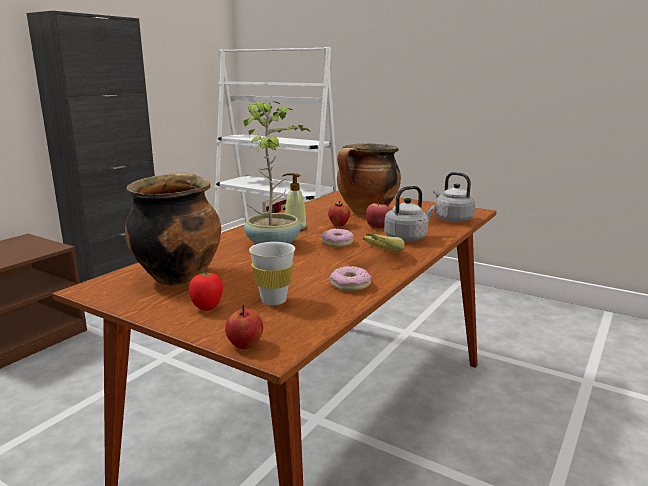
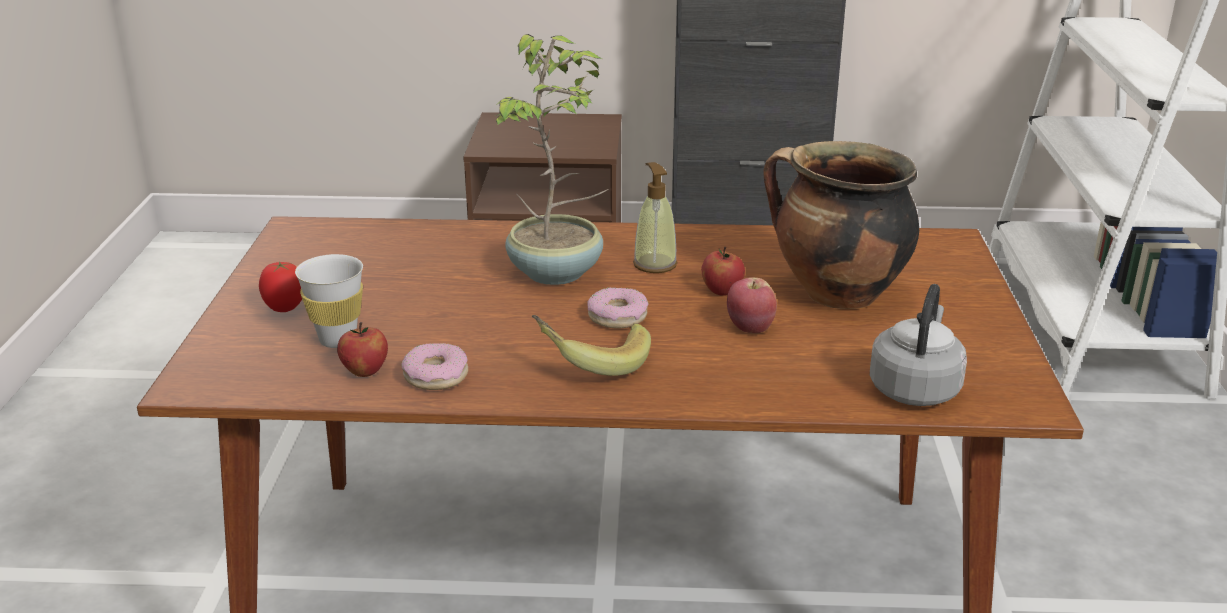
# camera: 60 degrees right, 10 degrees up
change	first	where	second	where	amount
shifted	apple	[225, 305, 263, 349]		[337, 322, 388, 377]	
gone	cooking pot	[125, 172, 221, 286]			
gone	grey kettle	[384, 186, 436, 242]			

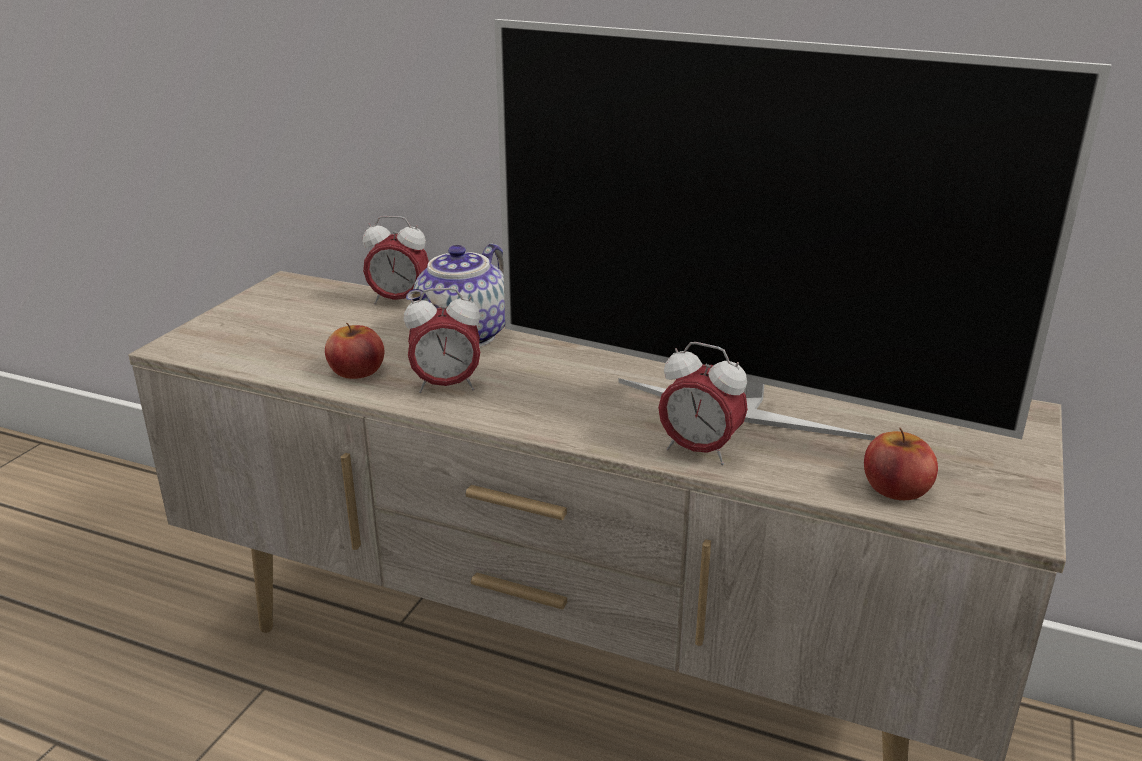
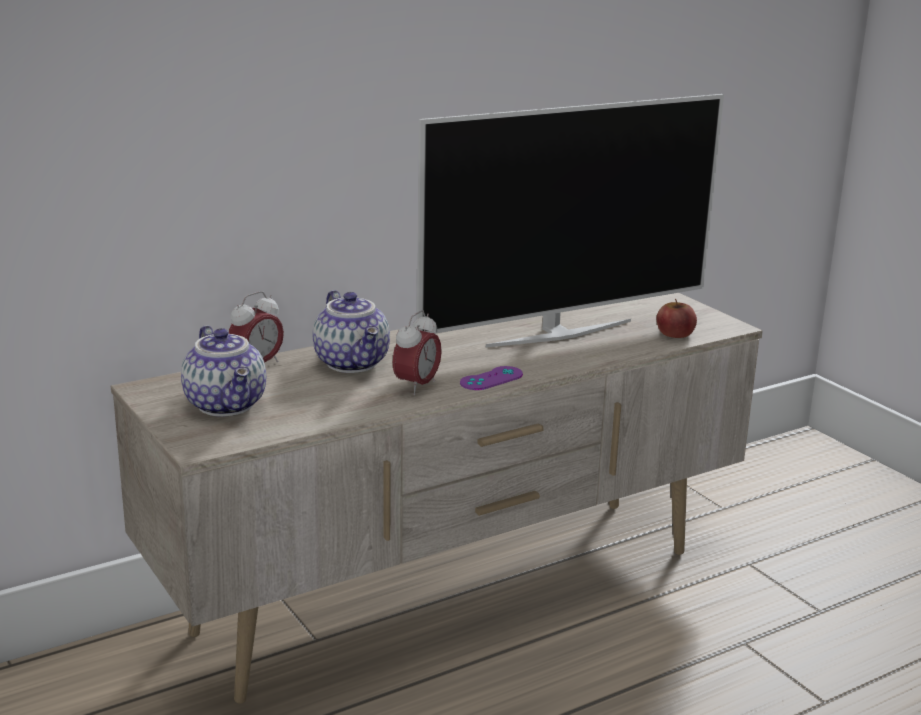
# camera: 55 degrees left, 5 degrees down
change	first	where	second	where	amount
new			teapot	[181, 325, 266, 417]	
new			purple game controller	[460, 366, 523, 390]	
gone	apple	[325, 322, 384, 379]			
gone	alarm clock	[658, 342, 748, 465]			

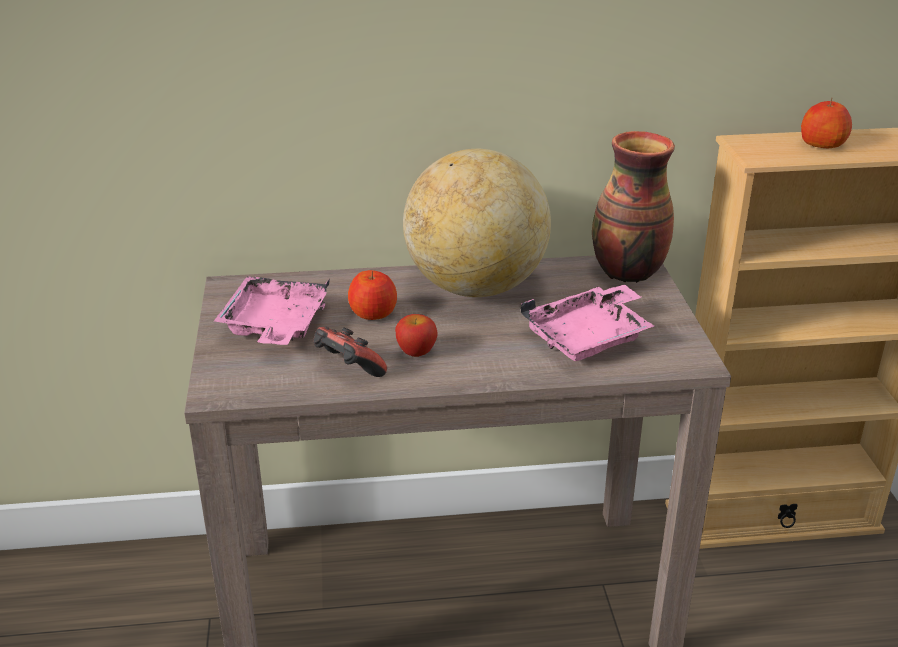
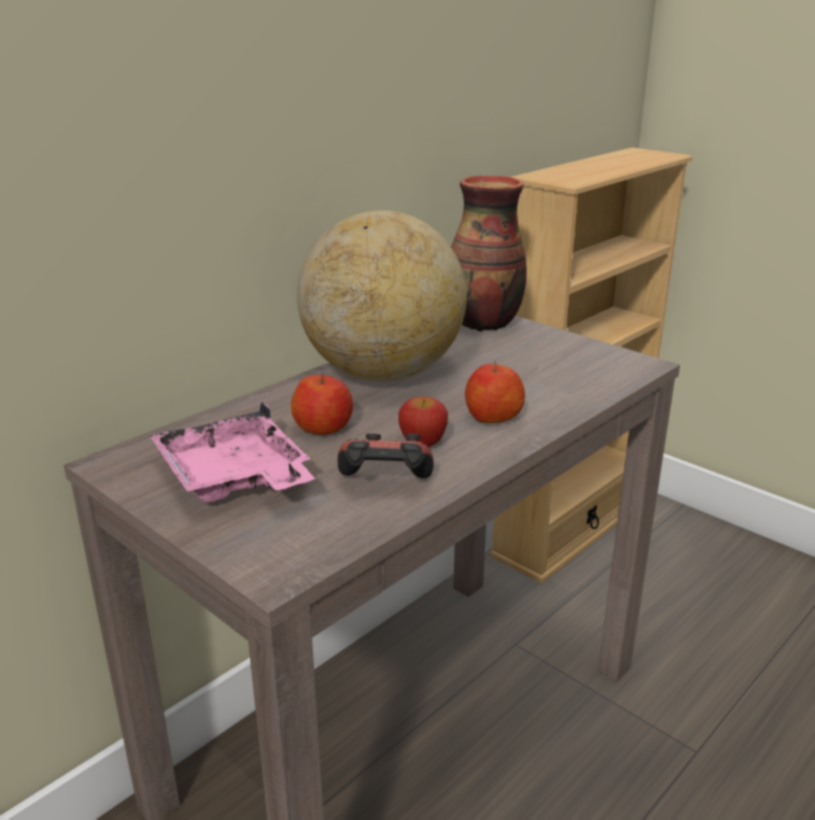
# camera: 40 degrees left, 5 degrees down
change	first	where	second	where	amount
shifted	apple	[801, 97, 852, 148]		[465, 361, 525, 423]	
gone	pink tray	[521, 284, 654, 361]			

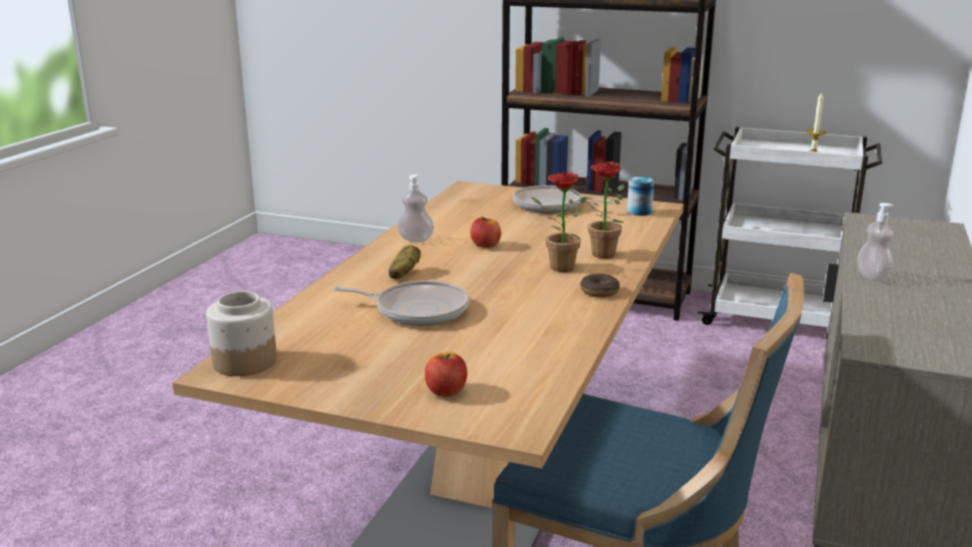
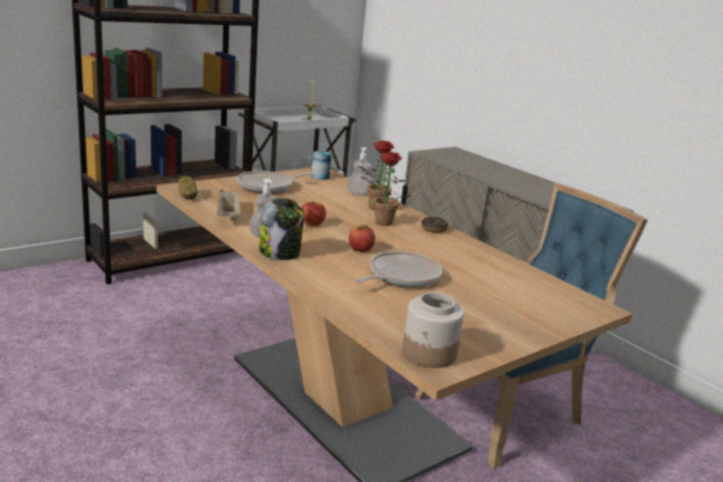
# camera: 60 degrees left, 0 degrees up
change	first	where	second	where	amount
shifted	potato	[389, 246, 421, 279]		[178, 176, 197, 200]	
new			beige tray	[217, 189, 241, 217]	
new			jar	[259, 198, 304, 260]	
shifted	soap dispenser	[857, 203, 894, 281]		[347, 147, 373, 196]	
shifted	apple	[425, 352, 467, 397]		[349, 225, 375, 252]	

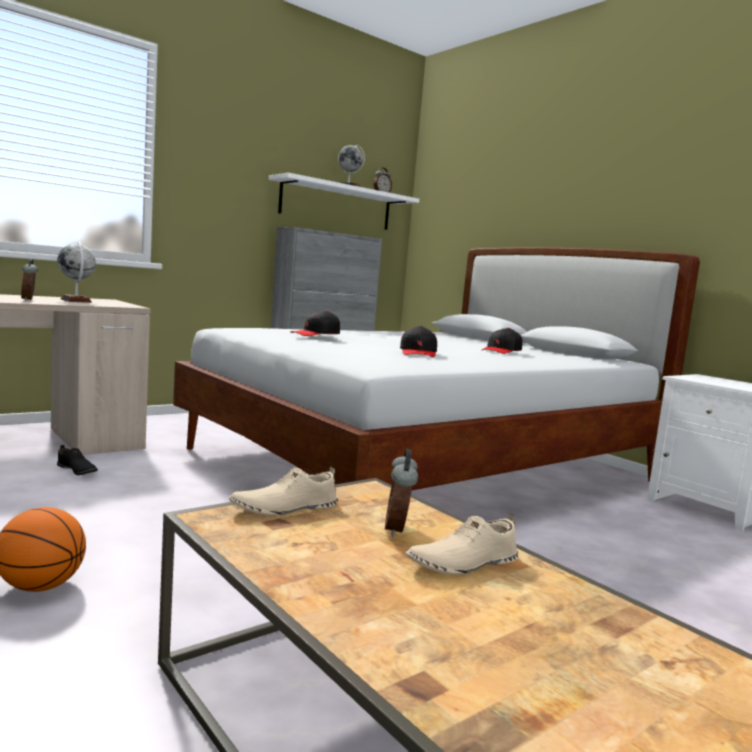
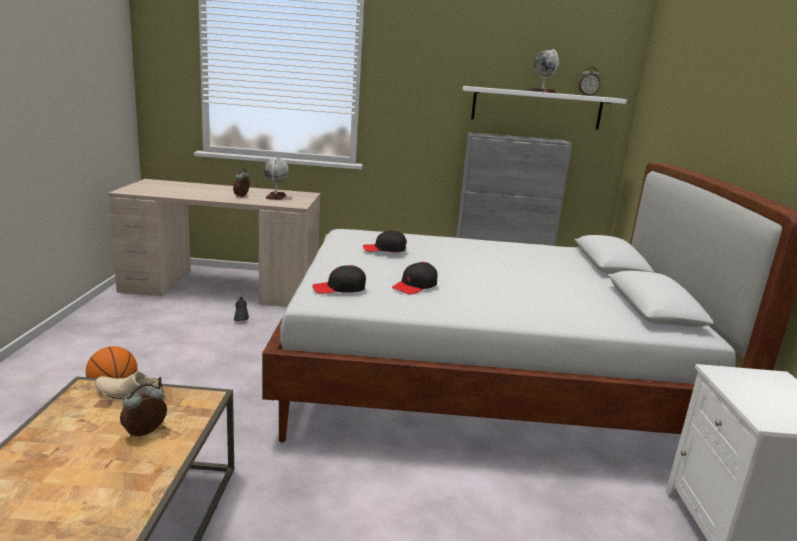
# camera: 40 degrees right, 10 degrees up
change	first	where	second	where	amount
shifted	black cap	[482, 328, 523, 354]		[313, 265, 366, 294]	
gone	beige shoe	[405, 513, 518, 575]			

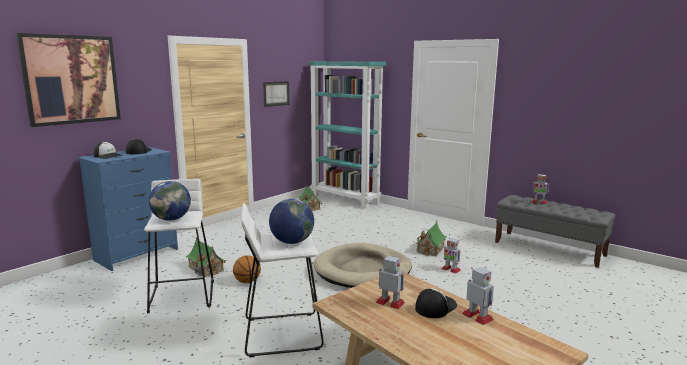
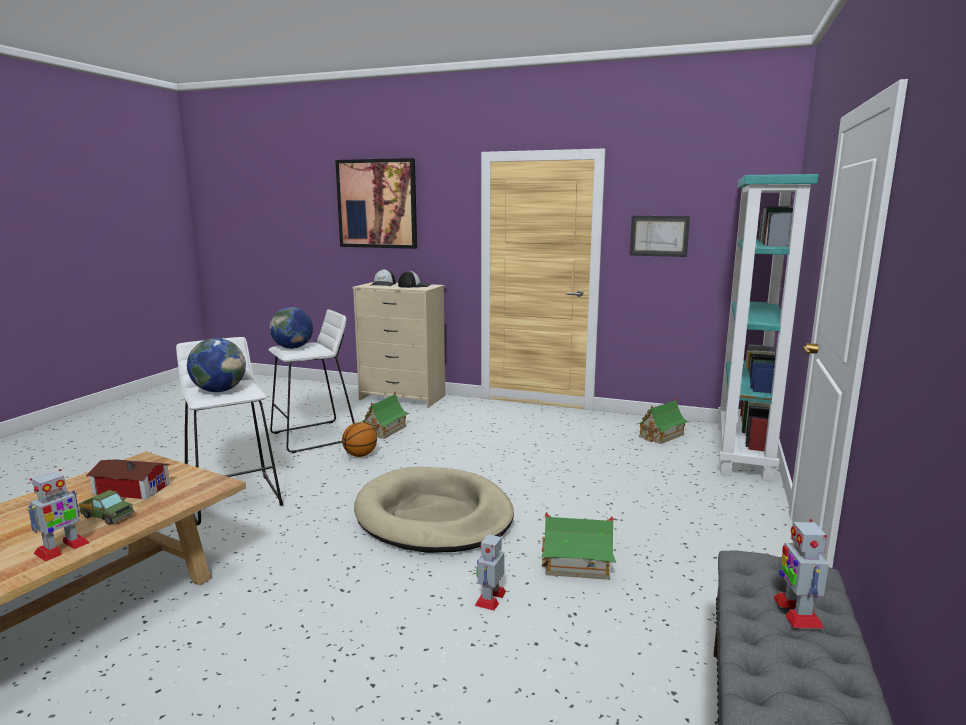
# camera: 70 degrees right, 0 degrees up
change	first	where	second	where	amount
swapped	cap	[415, 288, 457, 318]	toy truck	[78, 490, 134, 525]	
swapped	toy robot	[376, 256, 405, 309]	toy house	[86, 459, 170, 500]	
repainted	blue dresser	[78, 147, 178, 271]	beige dresser	[352, 282, 445, 408]	

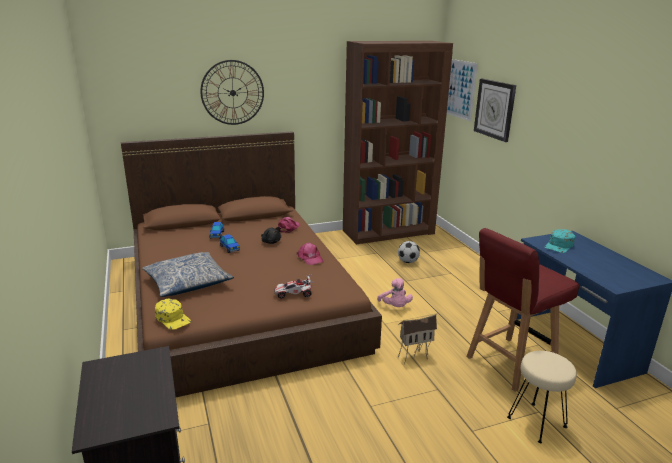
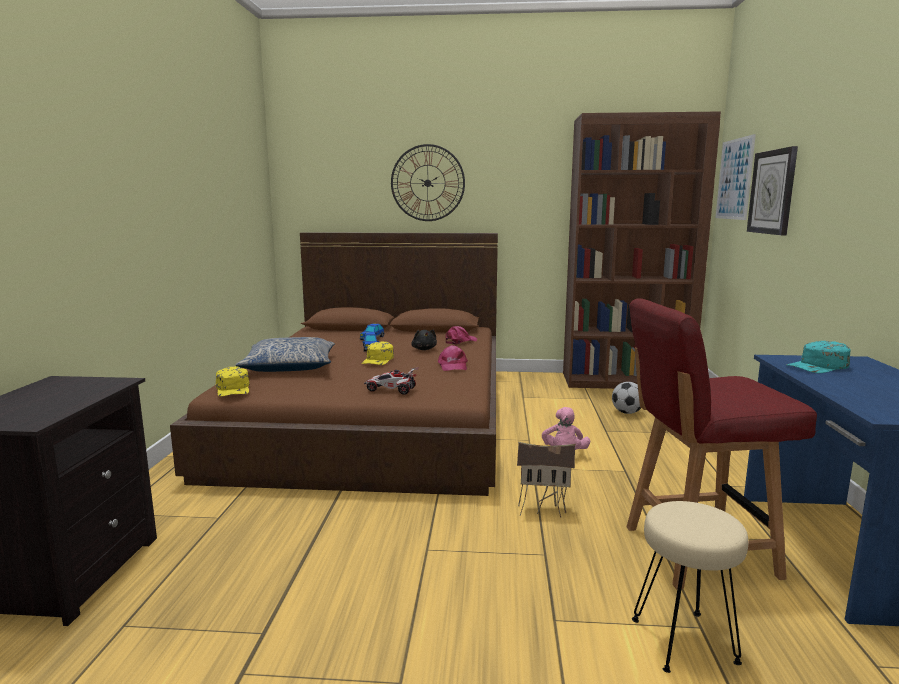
# camera: 25 degrees right, 10 degrees down
change	first	where	second	where	amount
new			yellow cap	[362, 341, 394, 365]	

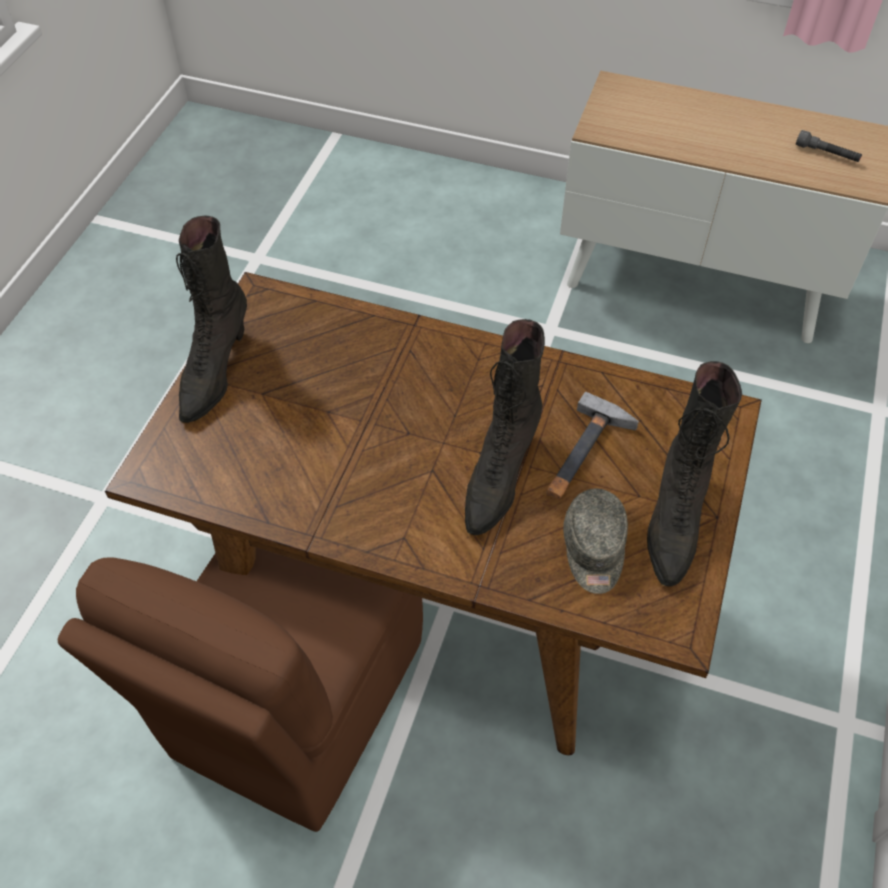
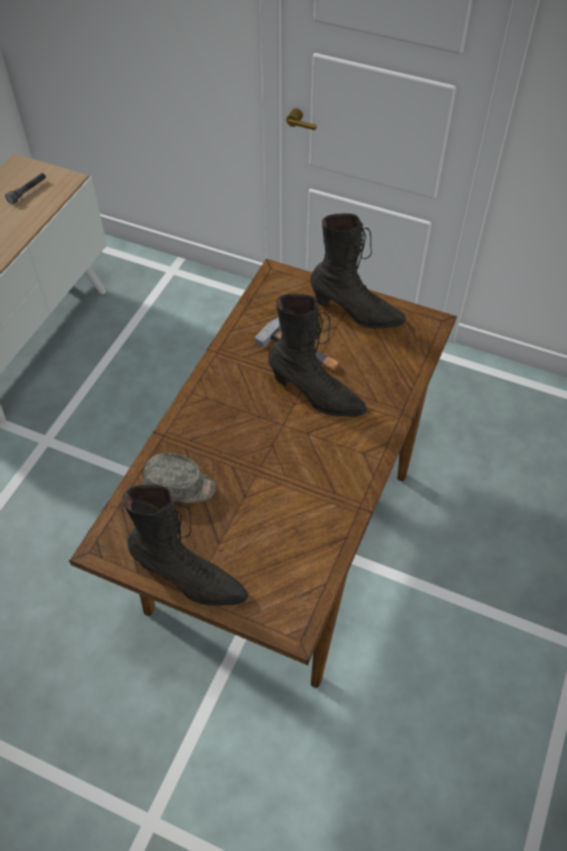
# camera: 85 degrees left, 0 degrees up
change	first	where	second	where	amount
shifted	grey cap	[563, 488, 628, 594]		[144, 453, 216, 503]	
gone	brown chair	[58, 548, 423, 832]			

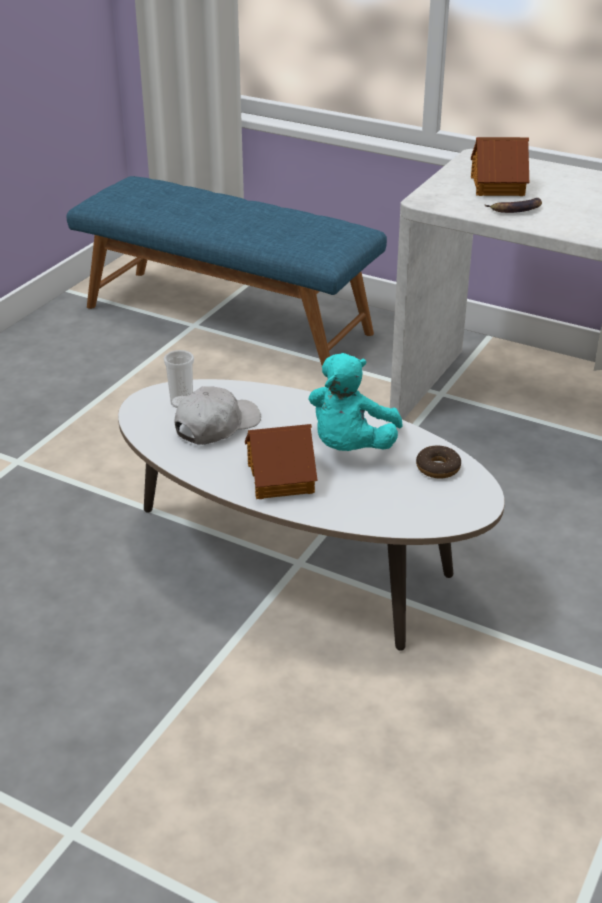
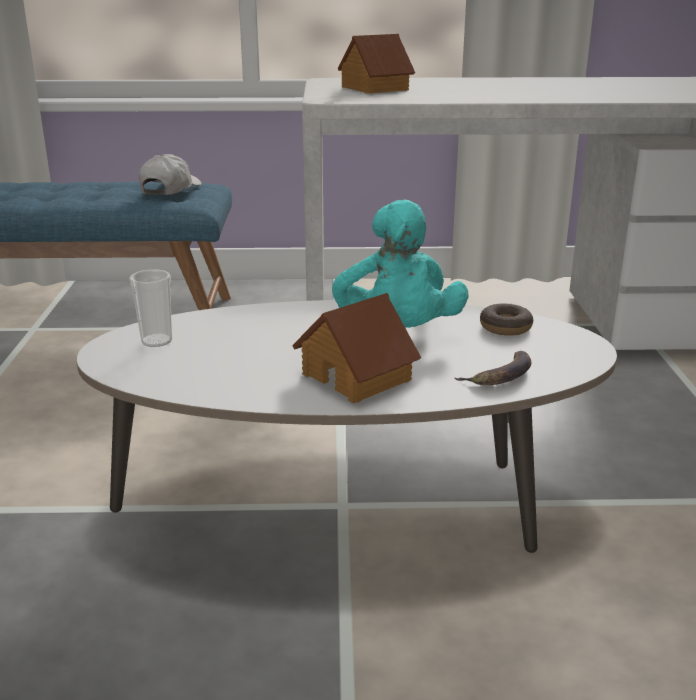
# camera: 30 degrees left, 10 degrees down
change	first	where	second	where	amount
shifted	white cap	[174, 386, 261, 445]		[139, 154, 202, 195]	
shifted	banana	[484, 198, 542, 213]		[455, 351, 531, 385]	

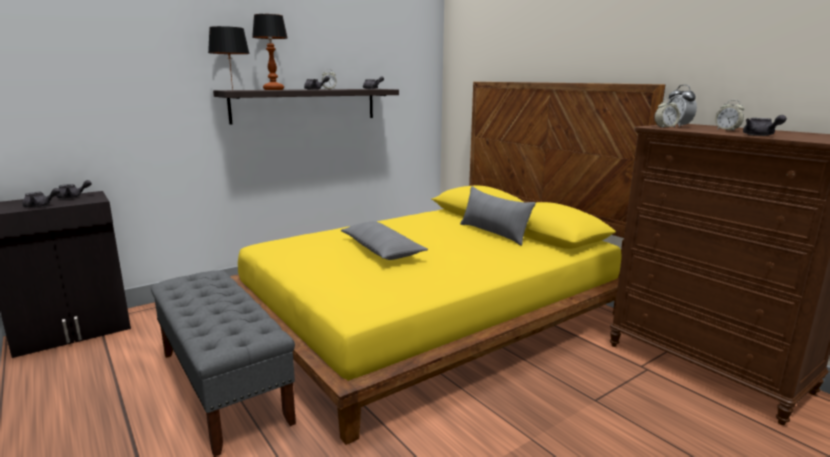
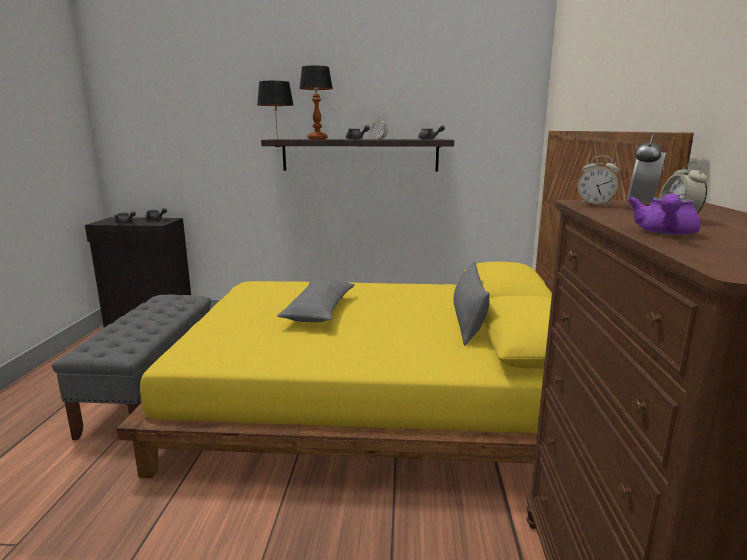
# camera: 40 degrees right, 0 degrees up
change	first	where	second	where	amount
repainted	grey teapot	[743, 115, 787, 136]	purple teapot	[628, 193, 700, 235]	

